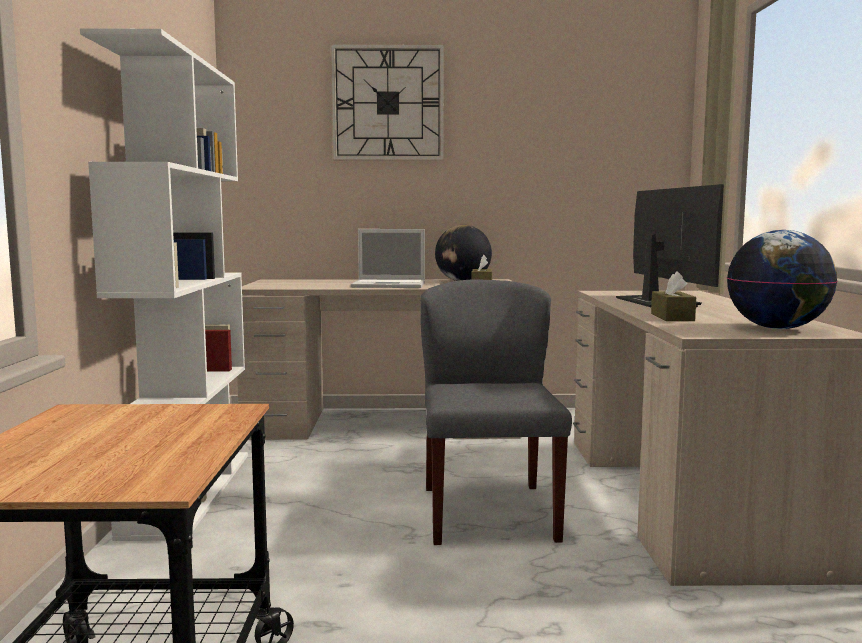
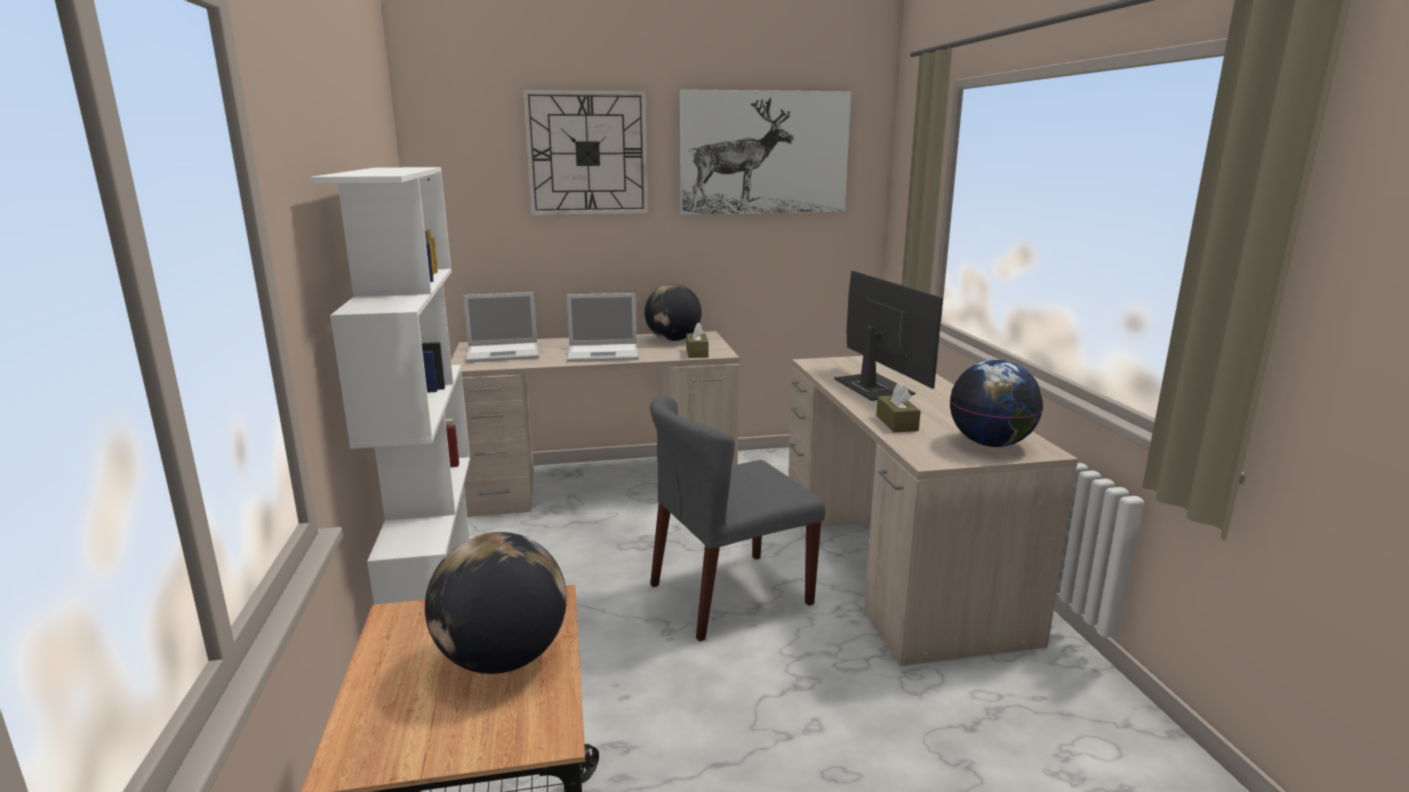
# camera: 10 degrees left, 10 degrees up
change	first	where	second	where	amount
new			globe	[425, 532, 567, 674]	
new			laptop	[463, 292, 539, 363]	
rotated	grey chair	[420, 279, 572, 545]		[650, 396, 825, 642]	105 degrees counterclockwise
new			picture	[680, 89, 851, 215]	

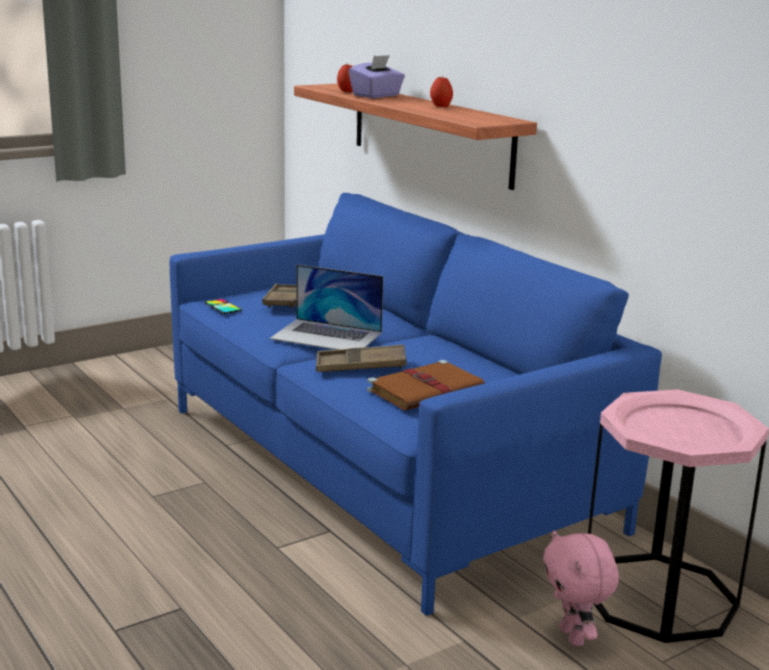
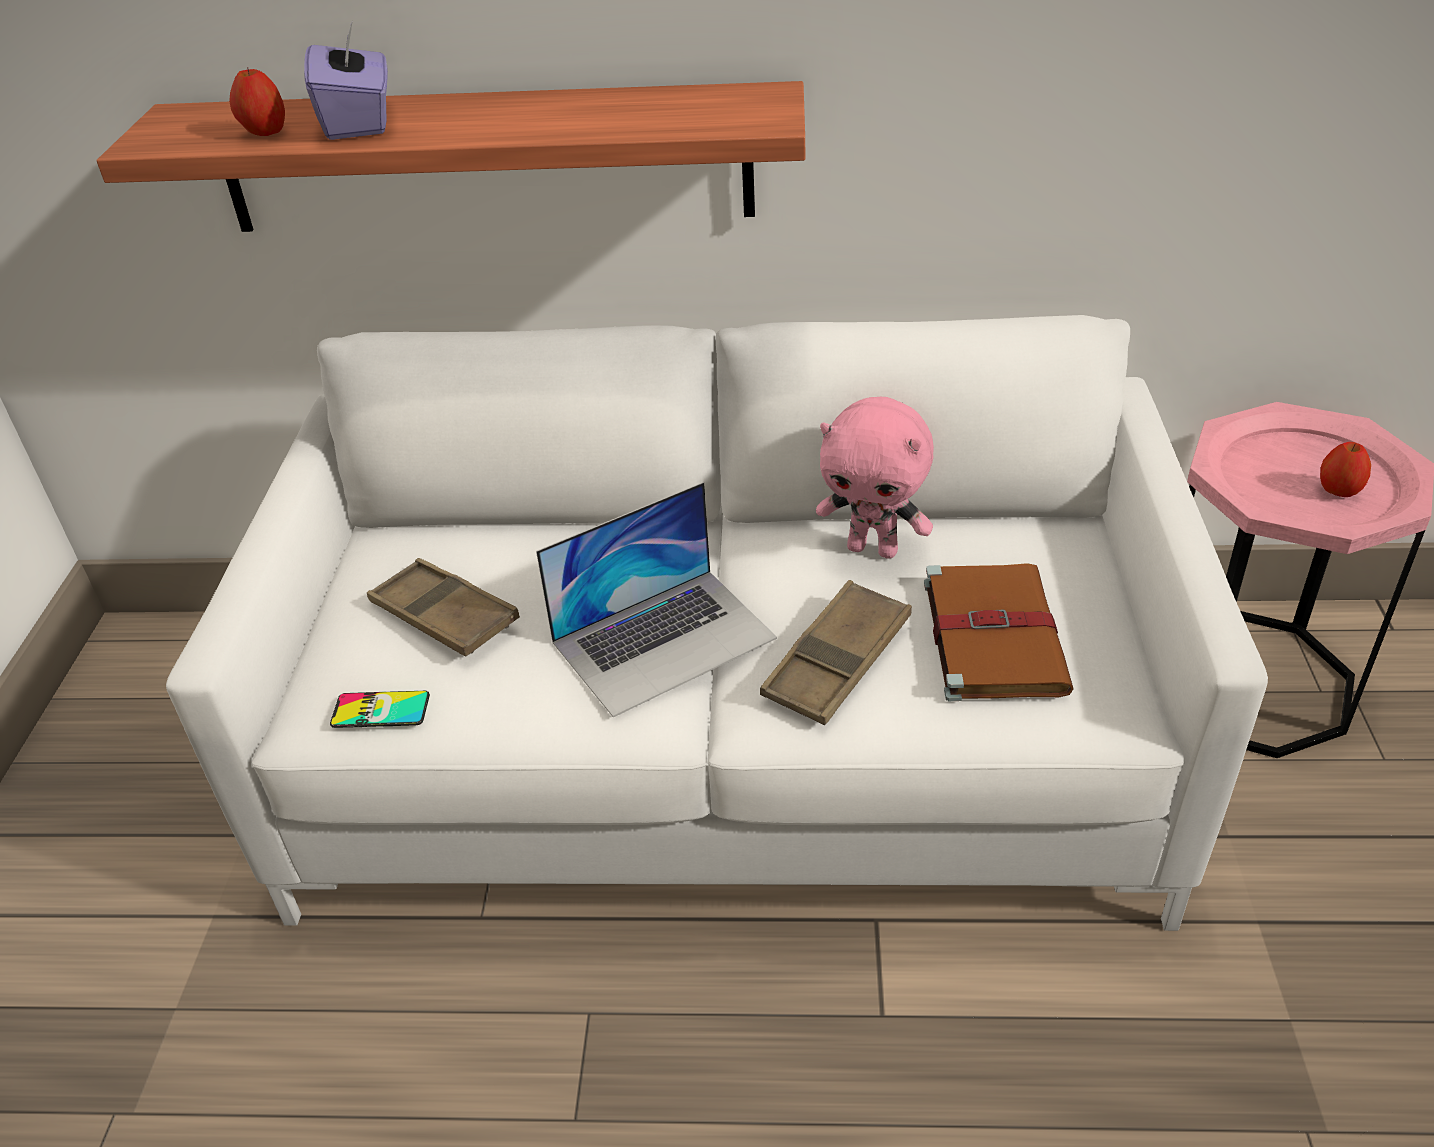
# camera: 50 degrees left, 20 degrees up
change	first	where	second	where	amount
repainted	blue sofa	[170, 193, 662, 616]	white sofa	[166, 315, 1268, 931]	
shifted	pink plush toy	[543, 530, 619, 646]		[816, 397, 934, 559]	
shifted	apple	[430, 77, 453, 107]		[1320, 442, 1371, 497]	

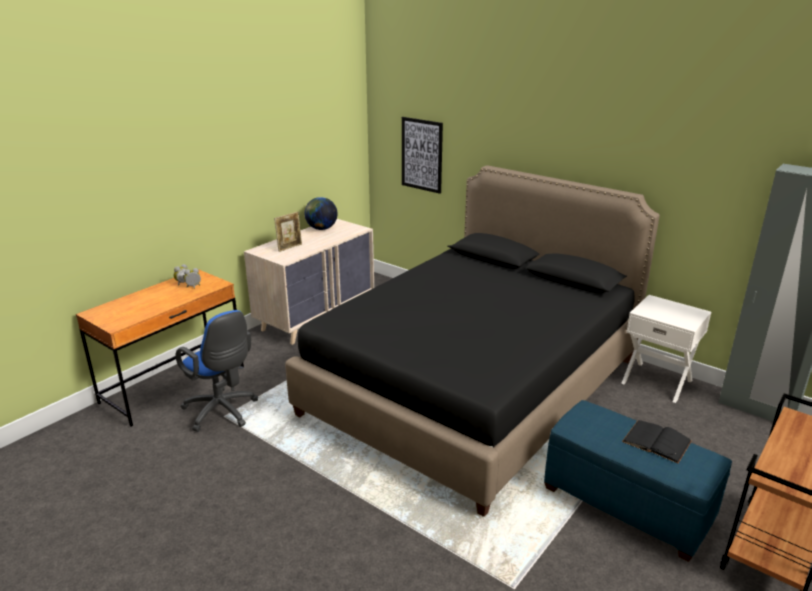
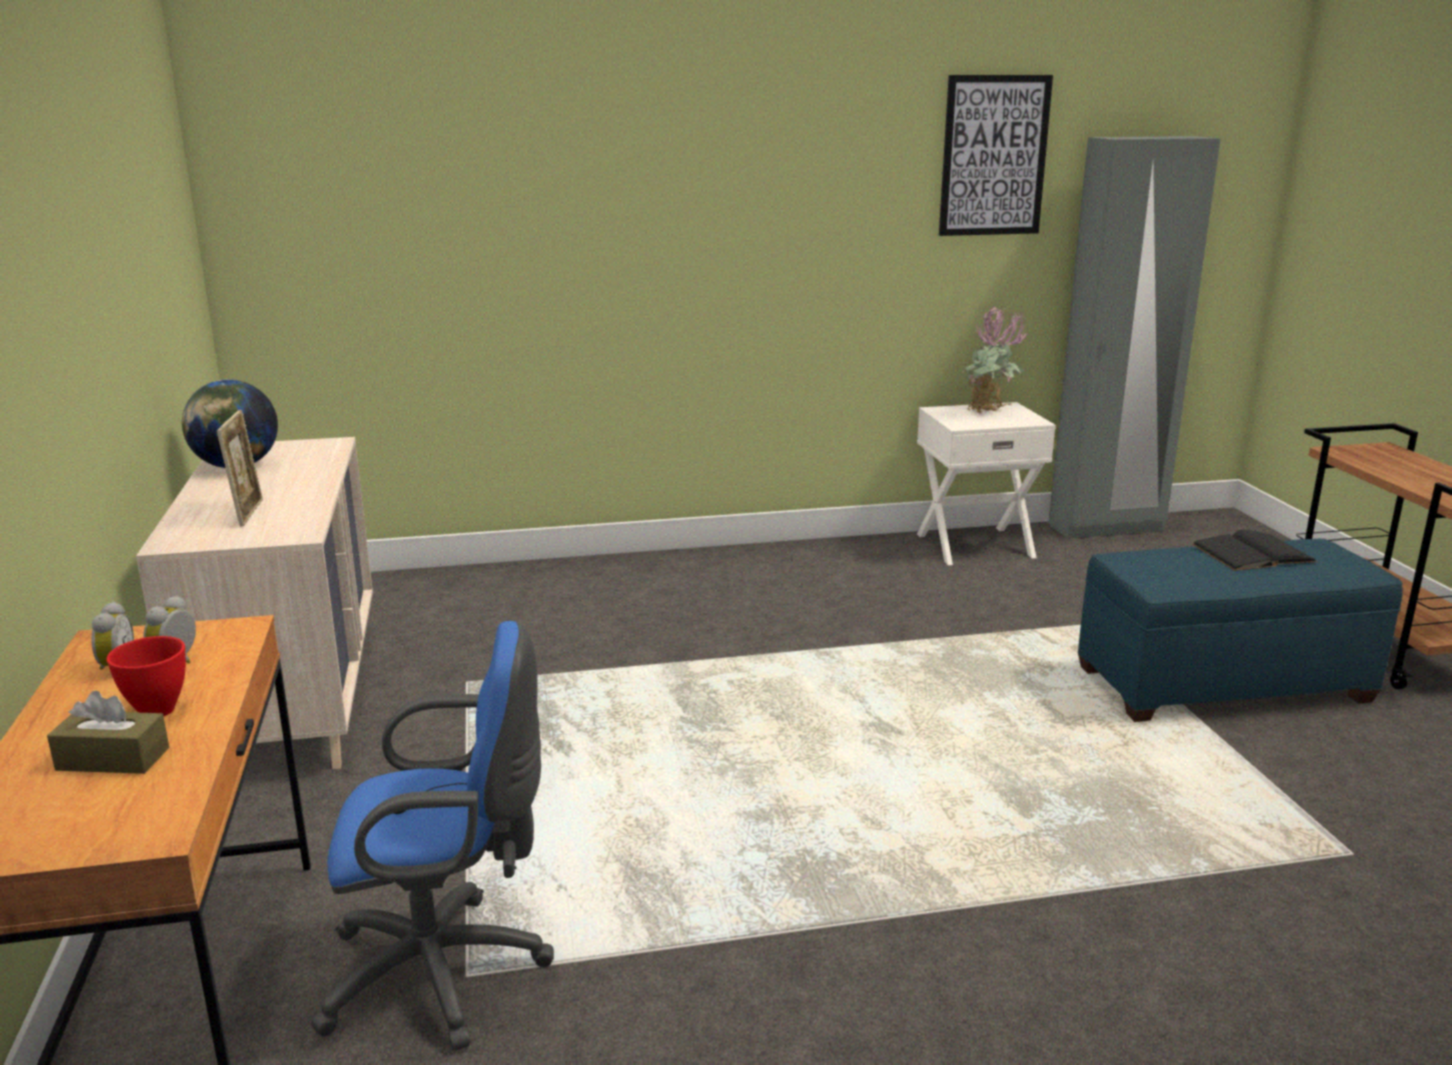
# camera: 50 degrees left, 5 degrees down
change	first	where	second	where	amount
new			brown tissue box	[47, 690, 169, 774]	
new			red bowl	[107, 636, 186, 716]	
shifted	picture	[402, 117, 443, 194]		[939, 75, 1053, 236]	
new			potted plant	[962, 306, 1027, 414]	
gone	black bed	[285, 165, 660, 517]			

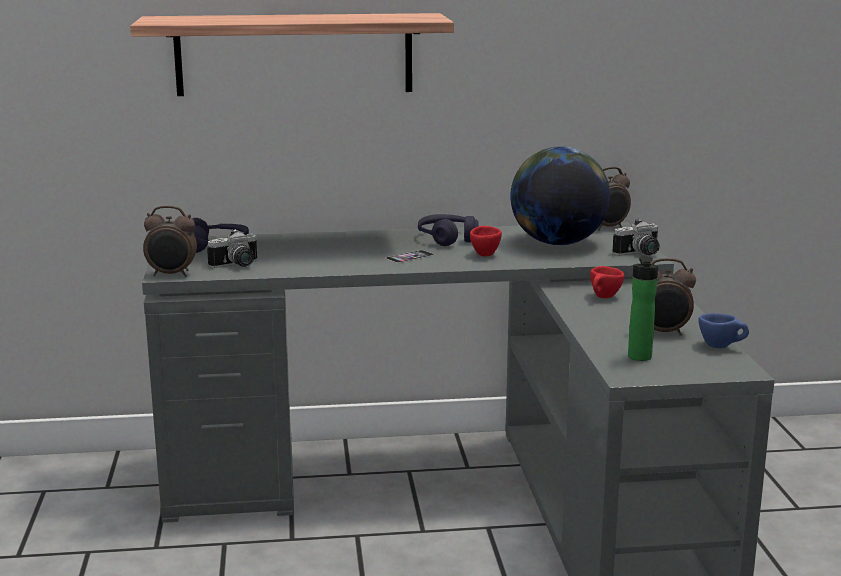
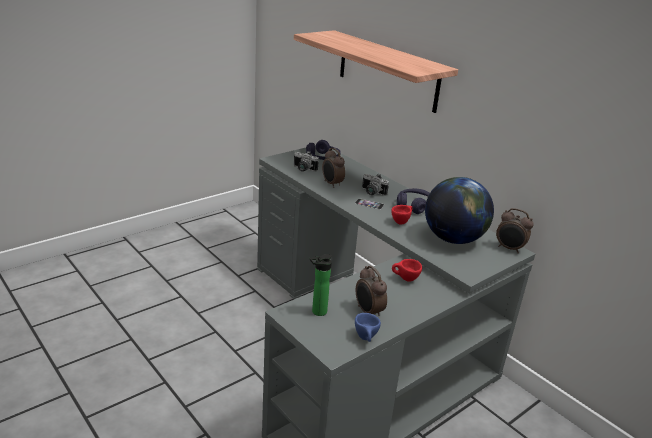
# camera: 55 degrees right, 10 degrees up
change	first	where	second	where	amount
shifted	alarm clock	[143, 206, 197, 277]		[322, 148, 345, 188]	
shifted	photo camera	[613, 218, 660, 255]		[362, 174, 389, 196]	

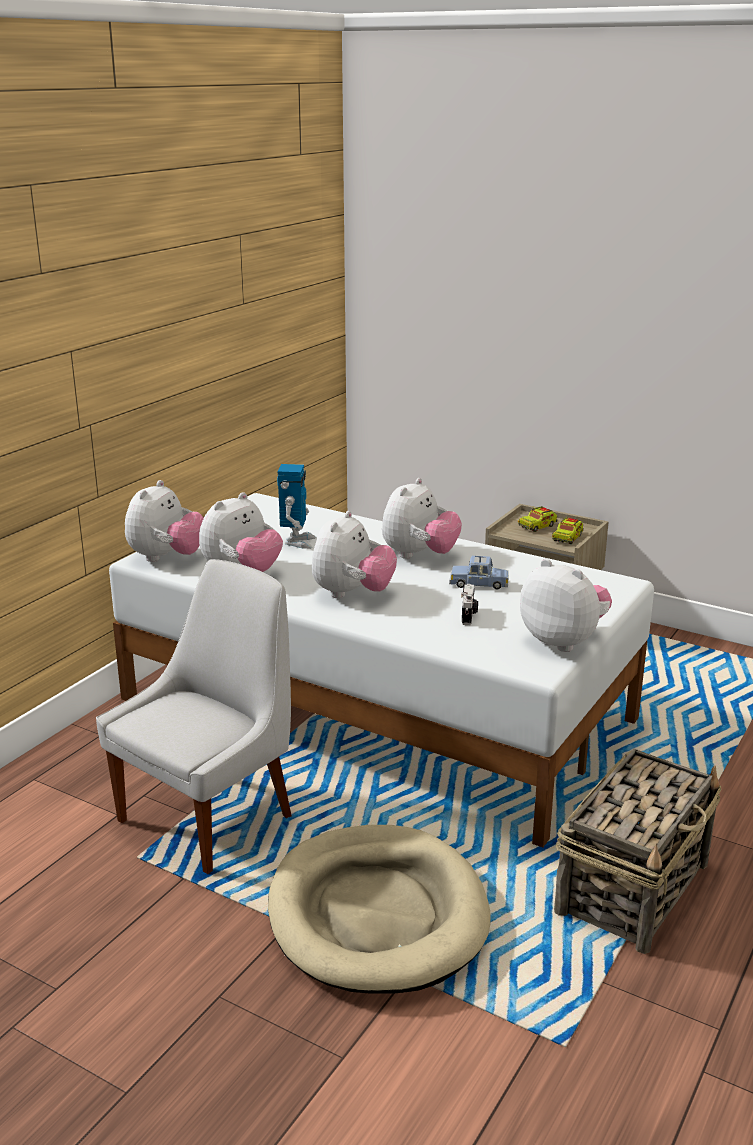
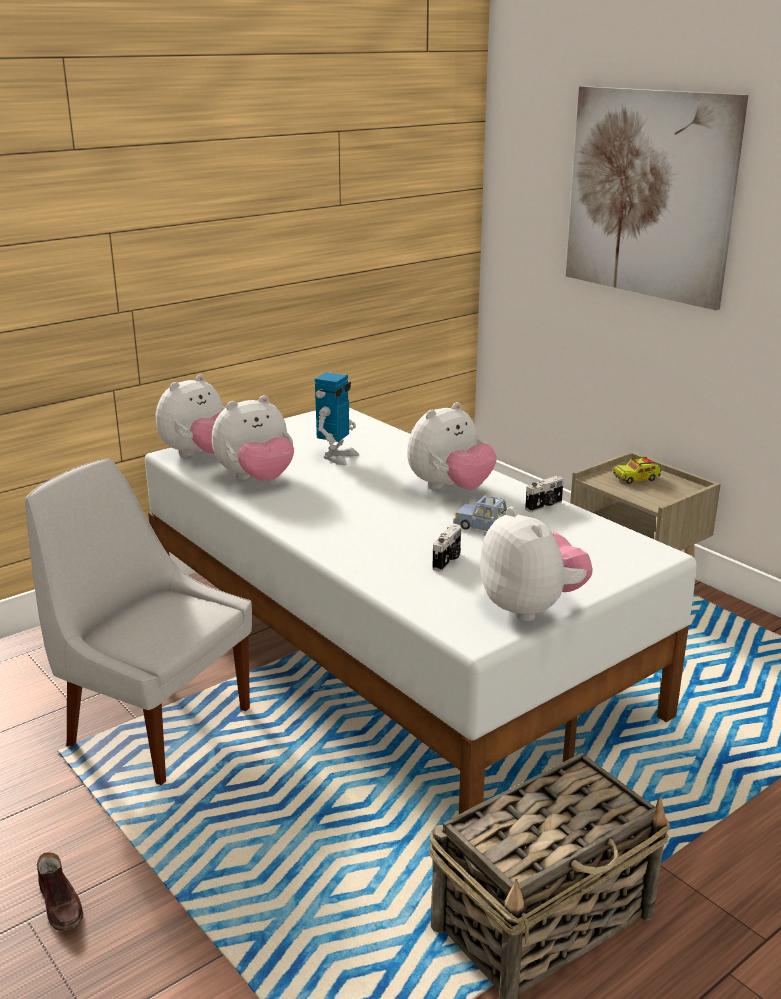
# camera: 20 degrees right, 0 degrees up
change	first	where	second	where	amount
rotated	white chair	[96, 559, 292, 874]		[25, 459, 252, 785]	120 degrees counterclockwise
new			brown shoe	[37, 852, 83, 931]	
new			photo camera	[525, 476, 563, 512]	
new			picture	[566, 86, 748, 310]	
gone	beige dog bed	[268, 825, 491, 994]			
gone	plush toy	[312, 511, 397, 598]			
gone	toy truck	[552, 517, 584, 544]			

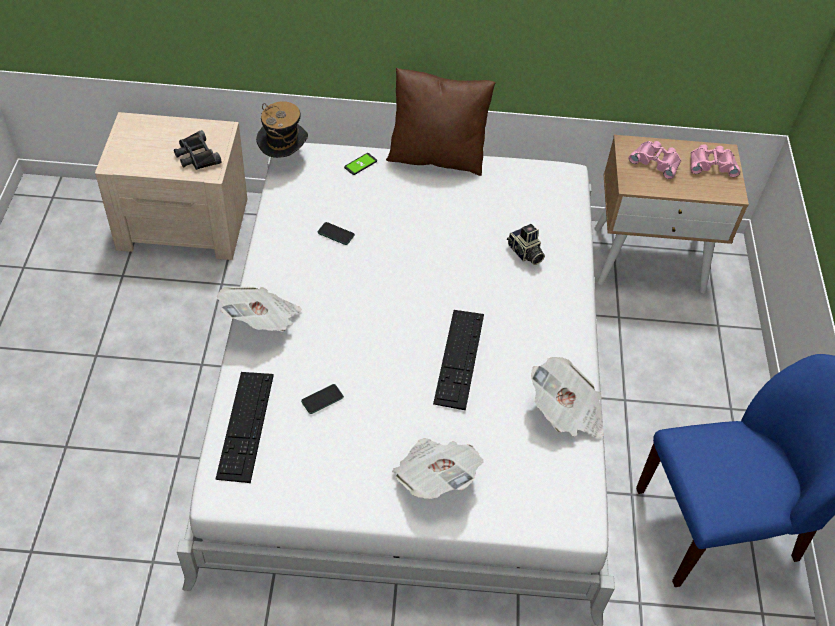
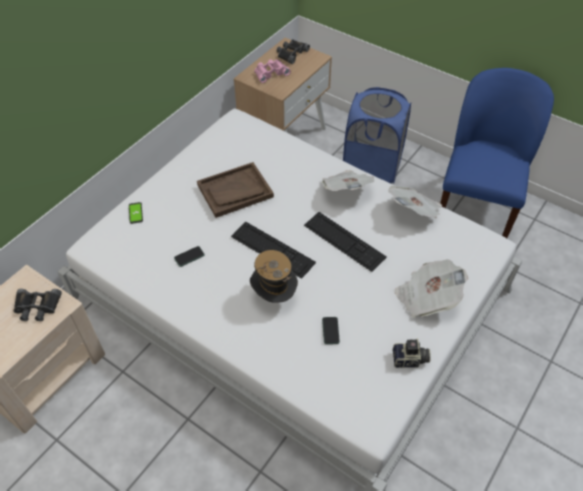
# camera: 55 degrees left, 0 degrees up
change	first	where	second	where	amount
new			brown tray	[197, 162, 274, 218]	
shifted	keyboard	[215, 372, 274, 483]		[231, 221, 316, 279]	
shifted	hat	[256, 101, 308, 158]		[250, 250, 298, 303]	
repainted	pink binoculars	[690, 144, 740, 177]	black binoculars	[277, 39, 310, 64]	
shifted	newspaper	[217, 287, 302, 331]		[322, 170, 375, 191]	
new			blue laundry basket	[343, 87, 411, 183]	
shifted	photo camera	[507, 224, 545, 265]		[393, 338, 431, 368]	
gone	brown pillow	[386, 68, 495, 176]			

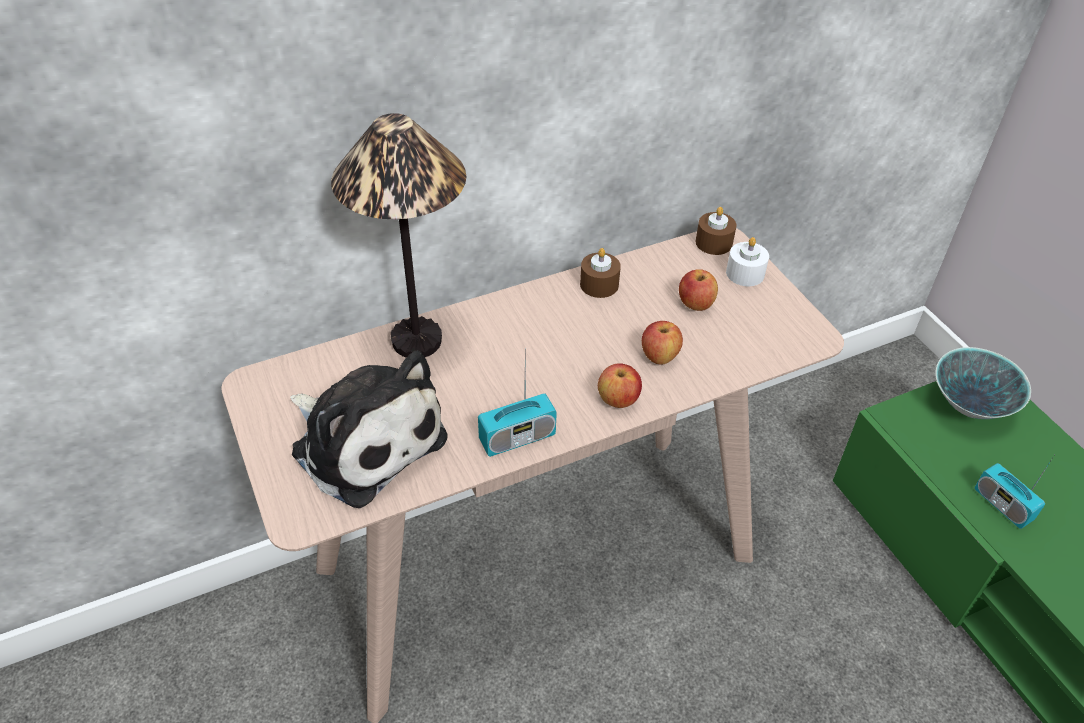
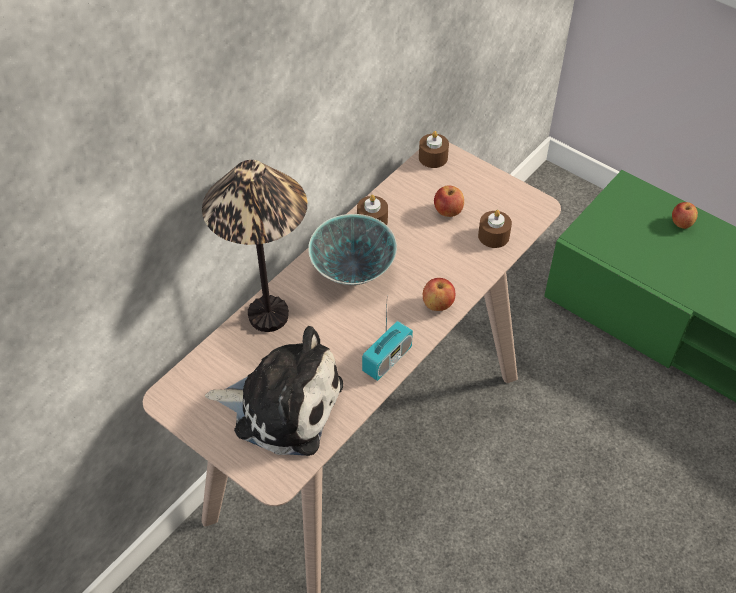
# camera: 25 degrees left, 5 degrees up
change	first	where	second	where	amount
shifted	bowl	[935, 347, 1031, 419]		[308, 214, 397, 285]	
new			brown candle	[478, 210, 512, 248]	
shifted	apple	[642, 321, 683, 365]		[672, 202, 698, 229]	
gone	white candle	[726, 237, 769, 286]			
gone	radio	[974, 456, 1054, 529]			

